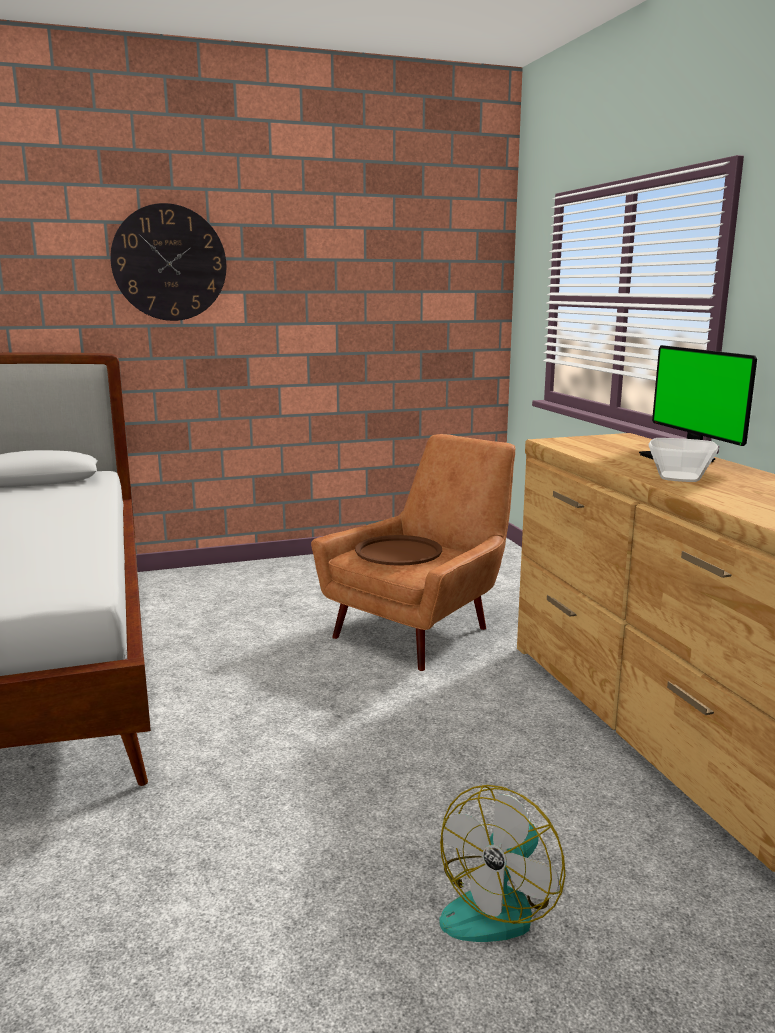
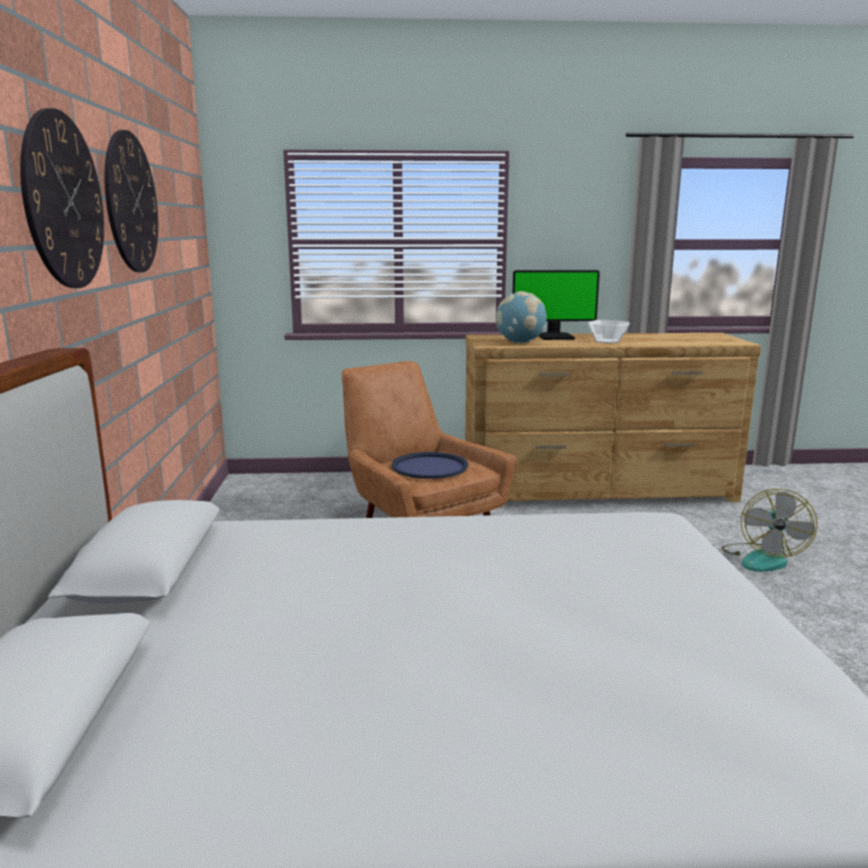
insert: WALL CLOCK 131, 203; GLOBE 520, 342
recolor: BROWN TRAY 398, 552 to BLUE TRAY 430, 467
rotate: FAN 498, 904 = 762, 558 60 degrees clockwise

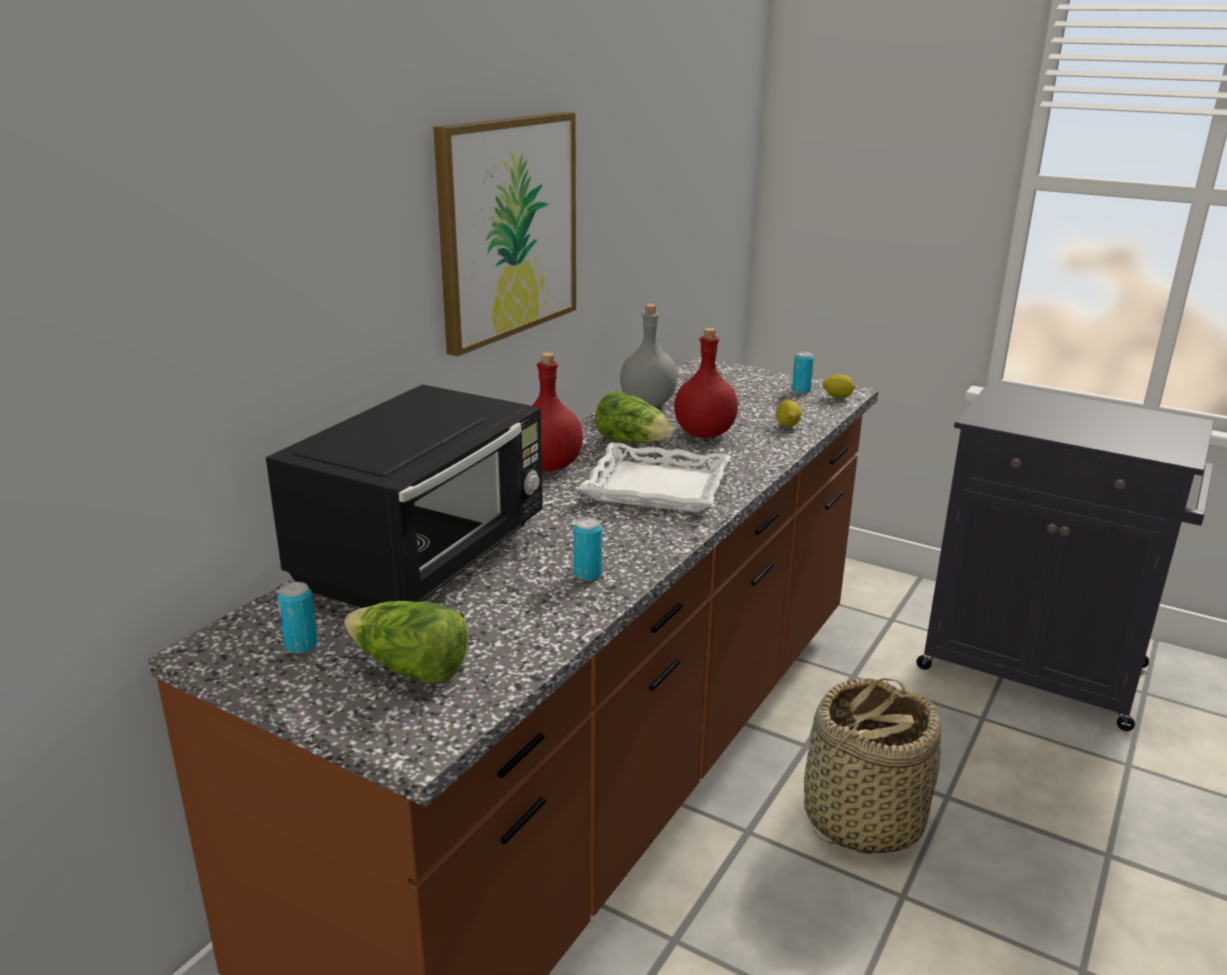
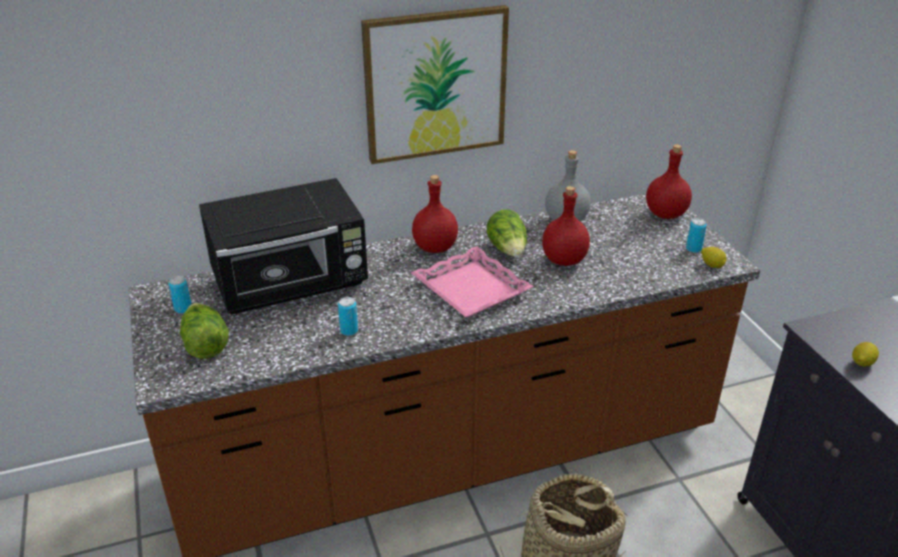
insert: RED BOTTLE 666, 214
move: LEMON 787, 425 to 861, 363
recolor: WHITE TRAY 657, 487 to PINK TRAY 472, 289

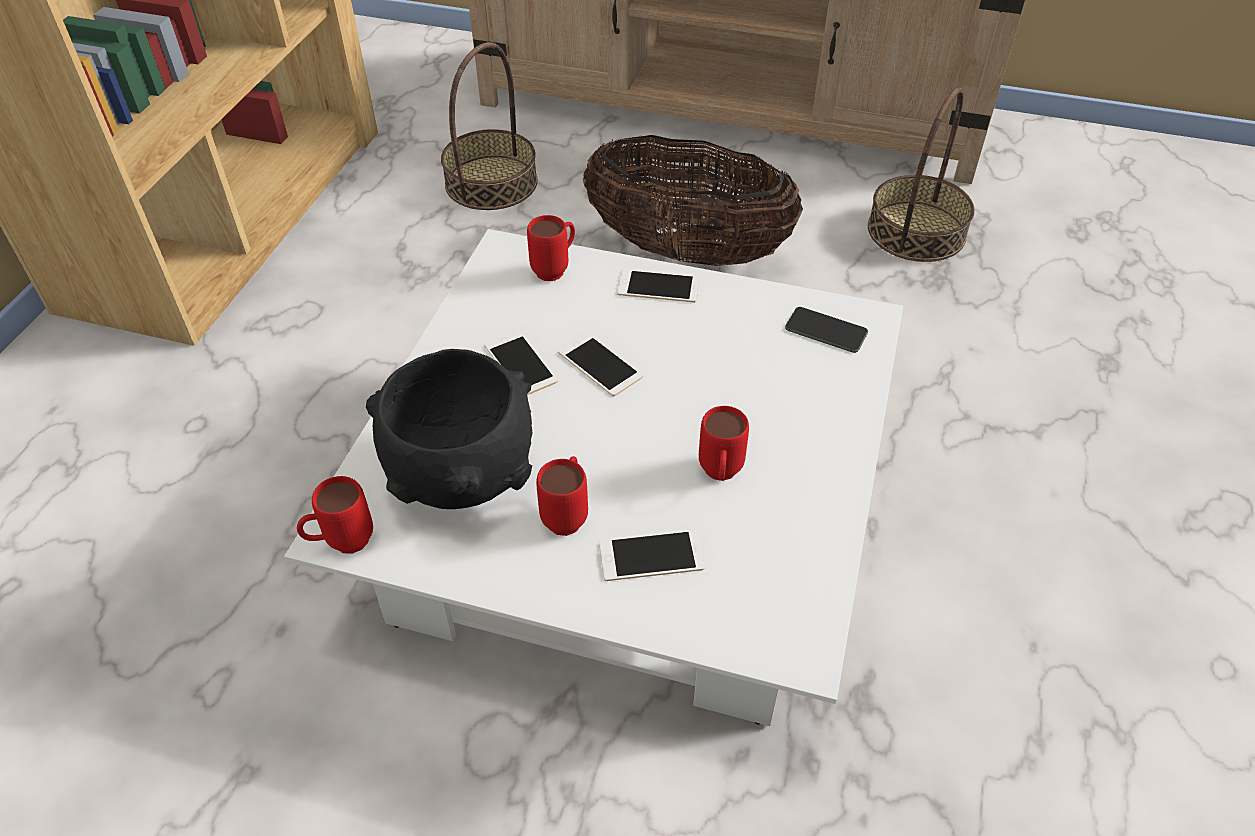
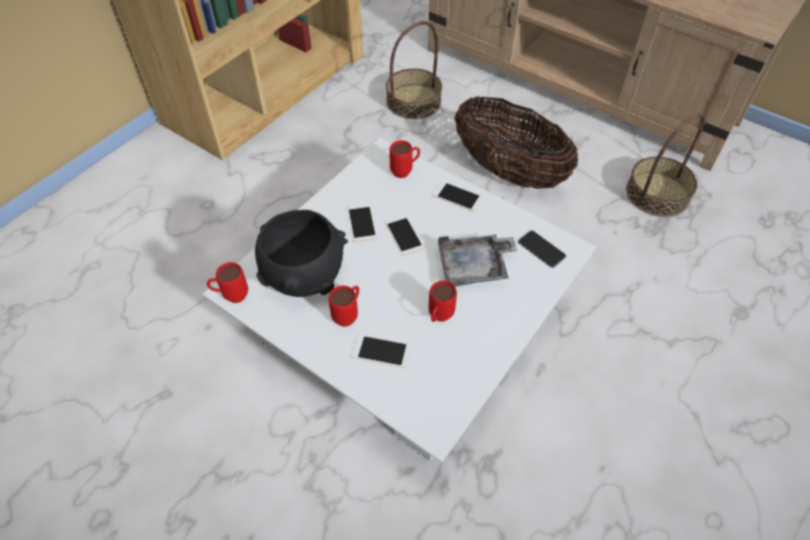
insert: GREY TRAY 474, 267

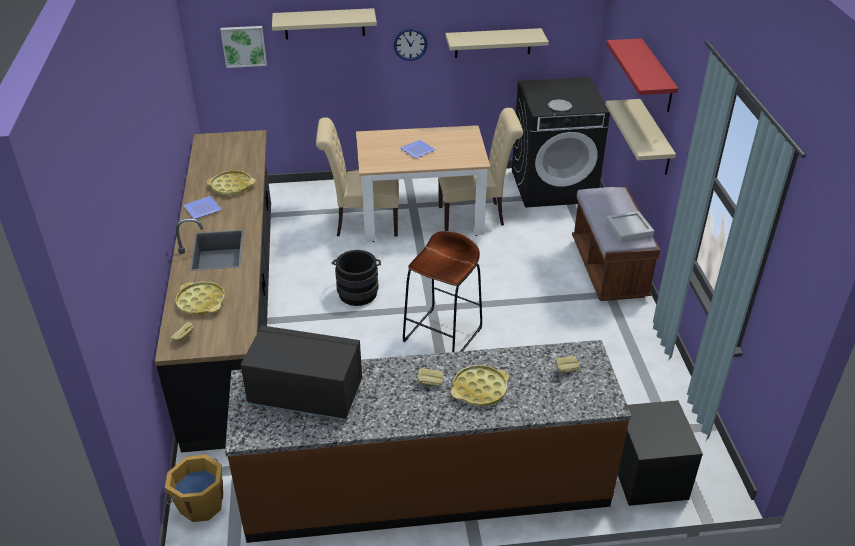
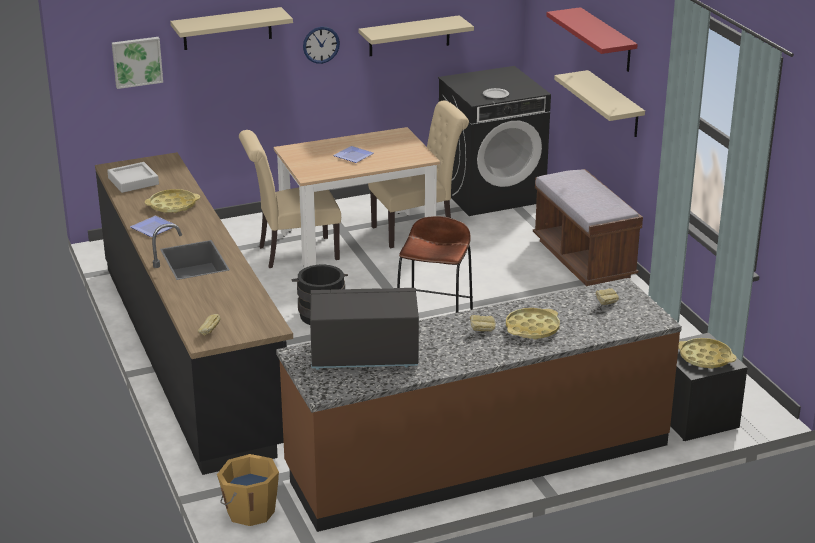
move: YELLOW TRAY 201, 302 to 705, 358; GREY TRAY 629, 230 to 133, 181

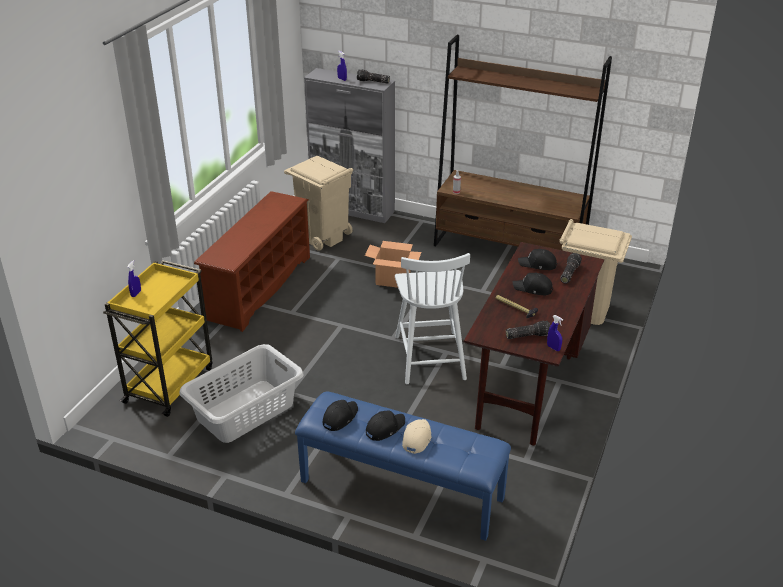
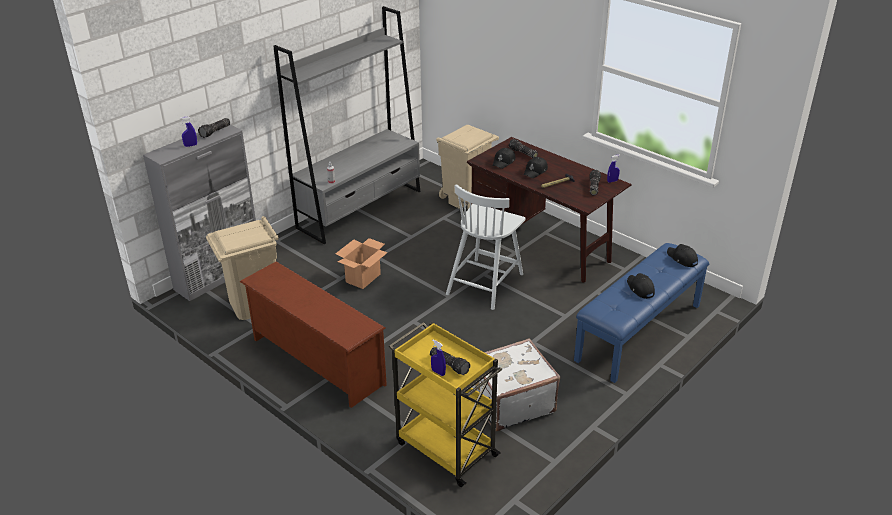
delete: BEIGE CAP 416, 438
insert: FLASHLIGHT 450, 365
move: BLACK CAP 340, 418 to 682, 259
replace: GREY LAUNDRY BASKET 244, 411 to WHITE SUITCASE 510, 402
recolor: BROWN BOOKCASE 509, 249 to GREY BOOKCASE 360, 209
rotate: WHITE CHAIR 430, 356 = 485, 283 105 degrees clockwise

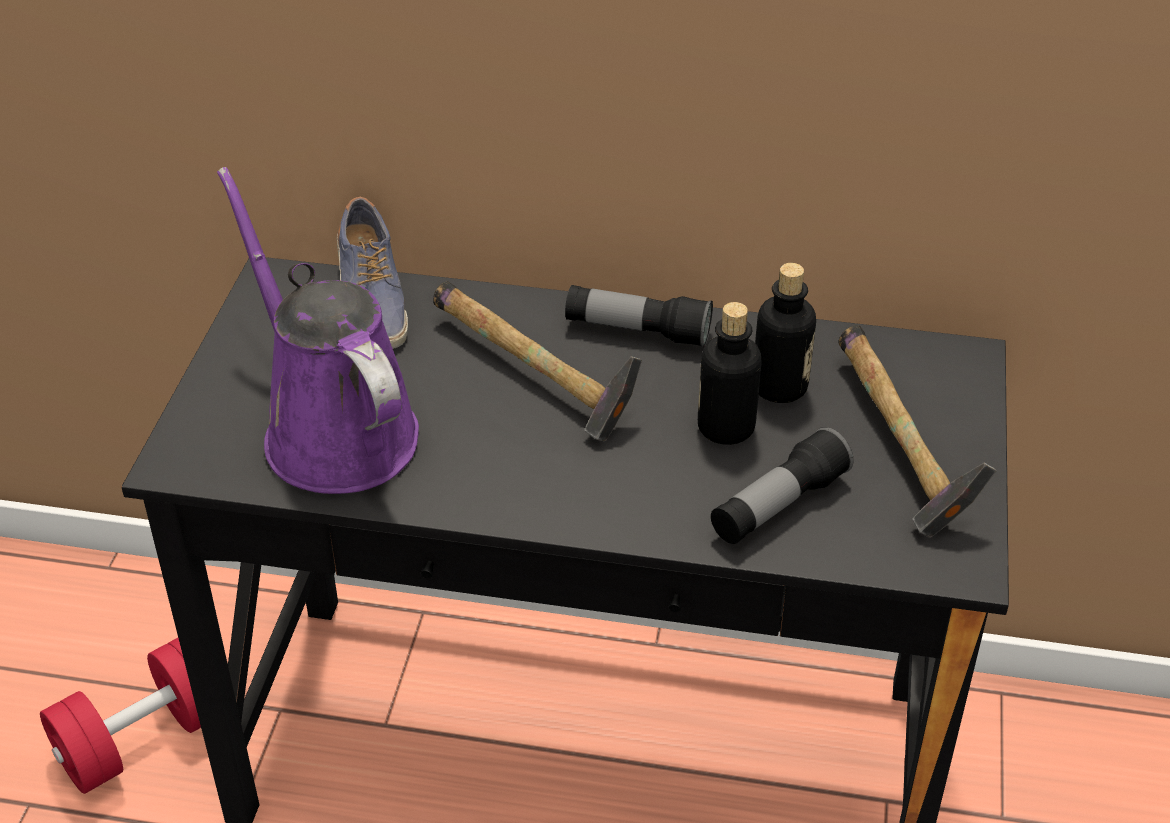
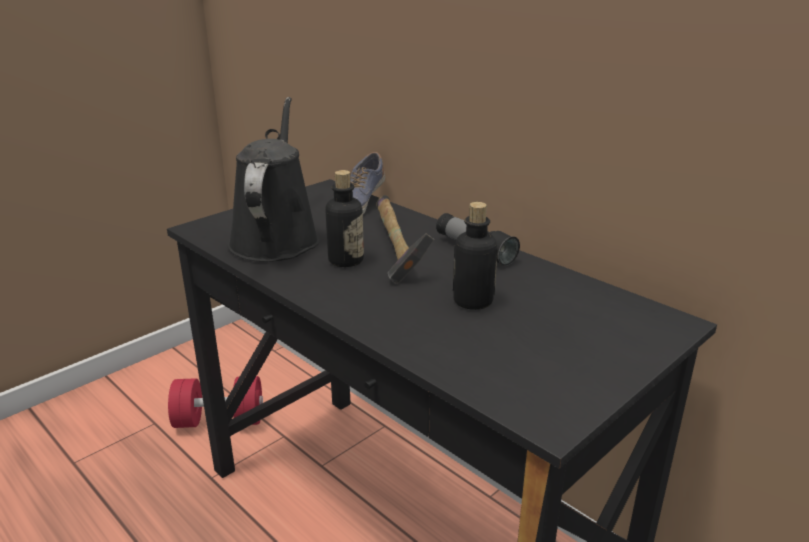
delete: FLASHLIGHT 778, 505; HAMMER 897, 448
move: BOTTLE 779, 386 to 346, 260
recolor: PURPLE WATERING CAN 333, 429 to BLACK WATERING CAN 276, 238

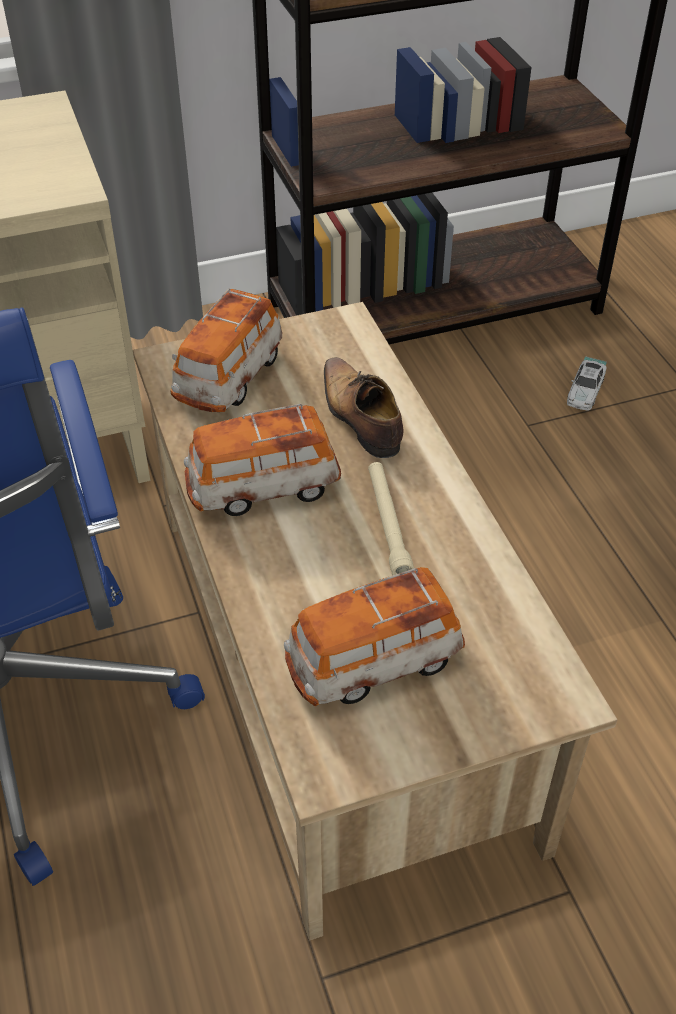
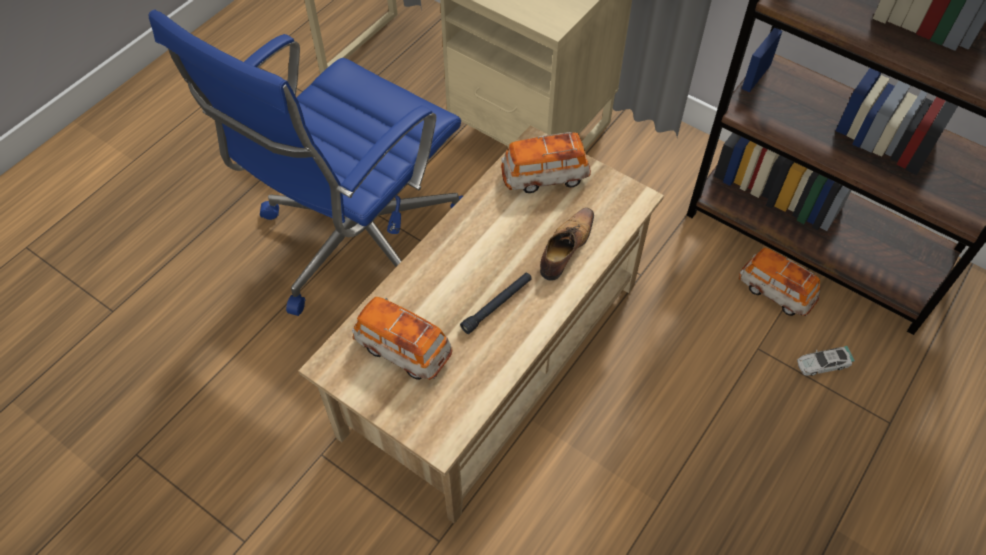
move: TOY CAR 263, 487 to 775, 291
recolor: BEIGE FLASHLIGHT 388, 524 to BLACK FLASHLIGHT 497, 305

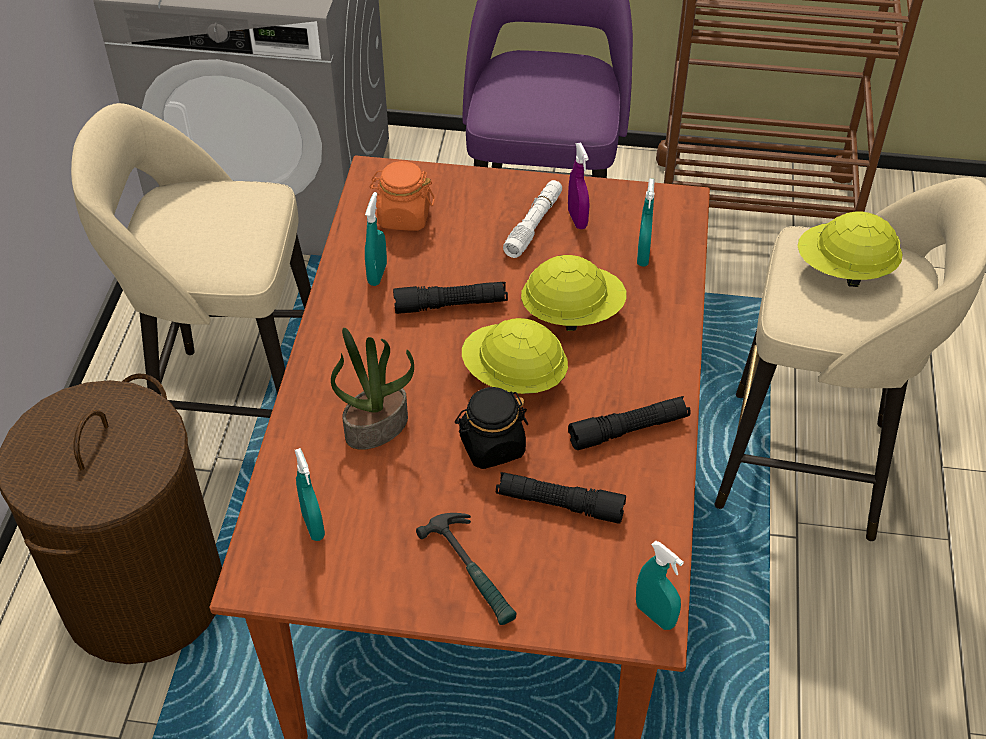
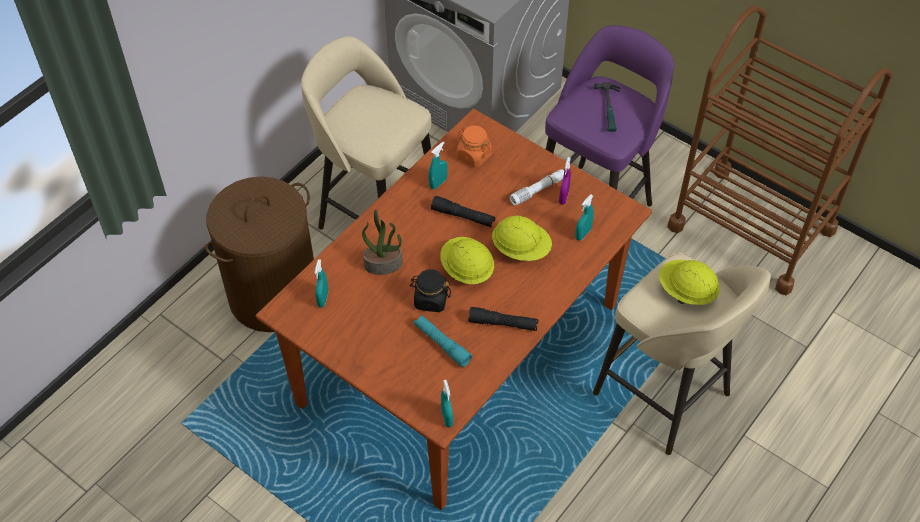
move: HAMMER 474, 571 to 609, 109
recolor: BLACK FLASHLIGHT 559, 504 to TURQUOISE FLASHLIGHT 442, 344

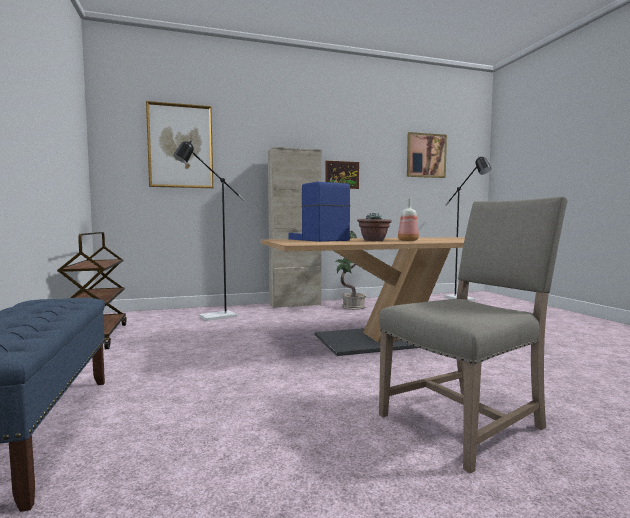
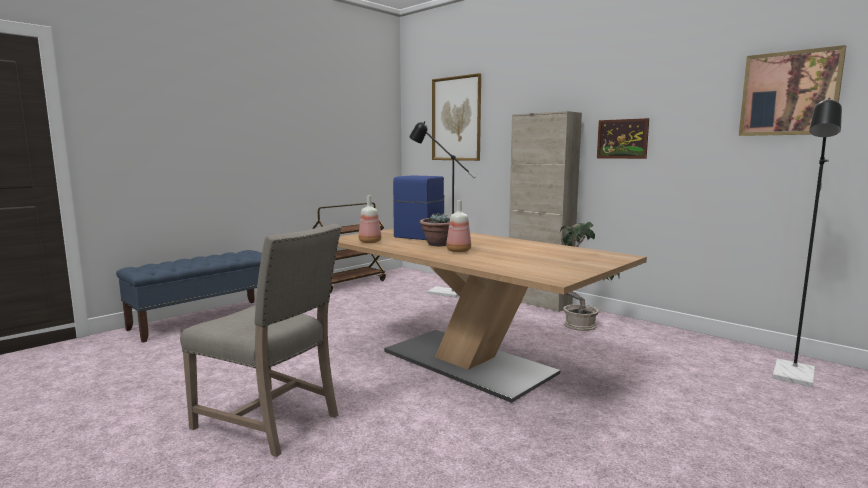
insert: BOTTLE 370, 242

